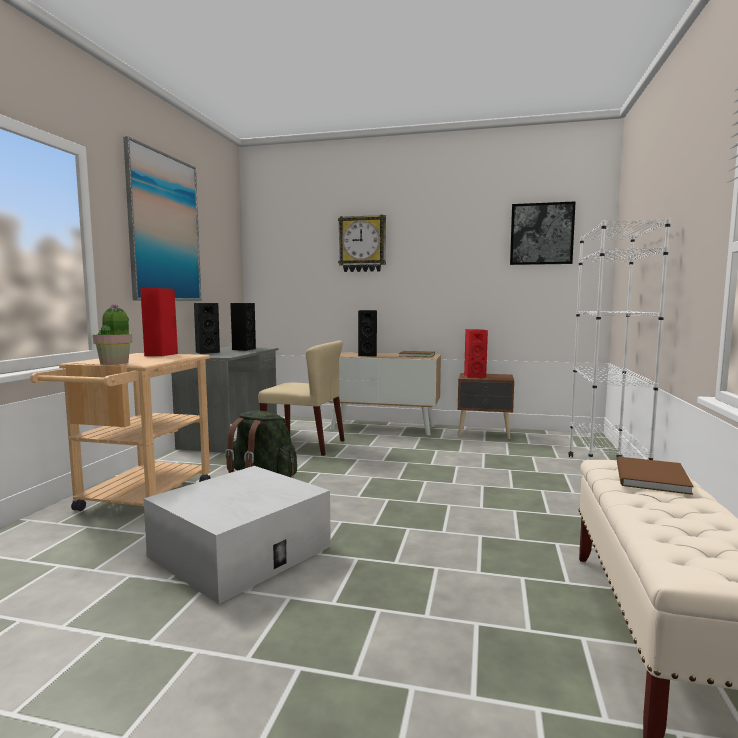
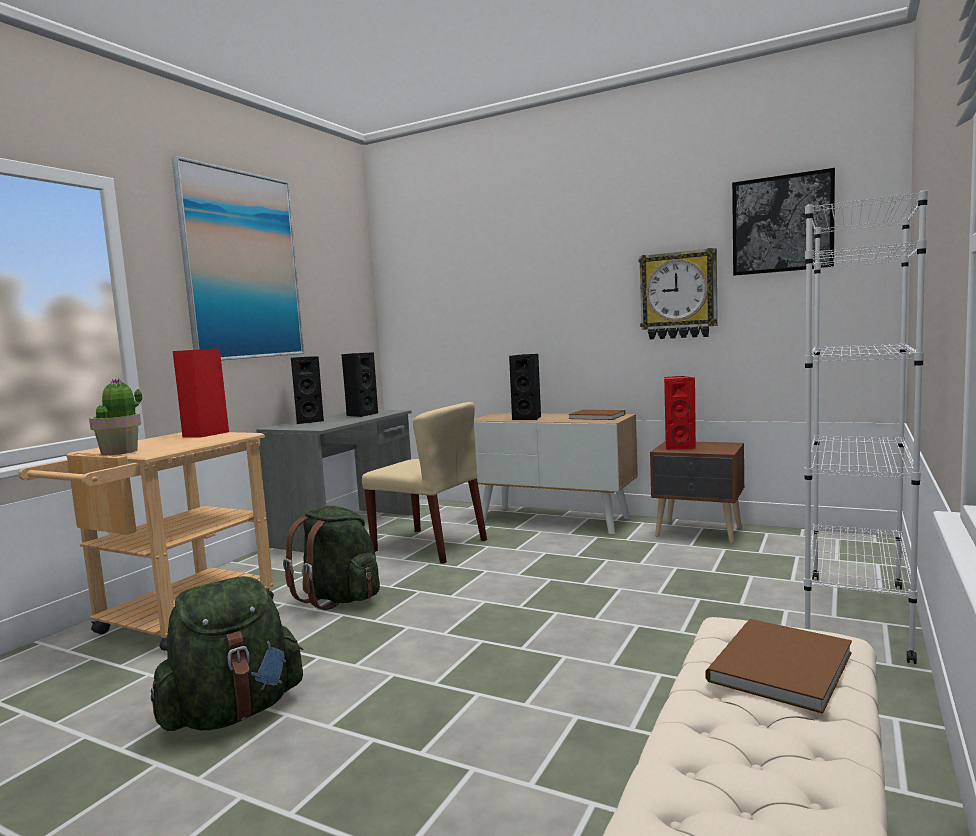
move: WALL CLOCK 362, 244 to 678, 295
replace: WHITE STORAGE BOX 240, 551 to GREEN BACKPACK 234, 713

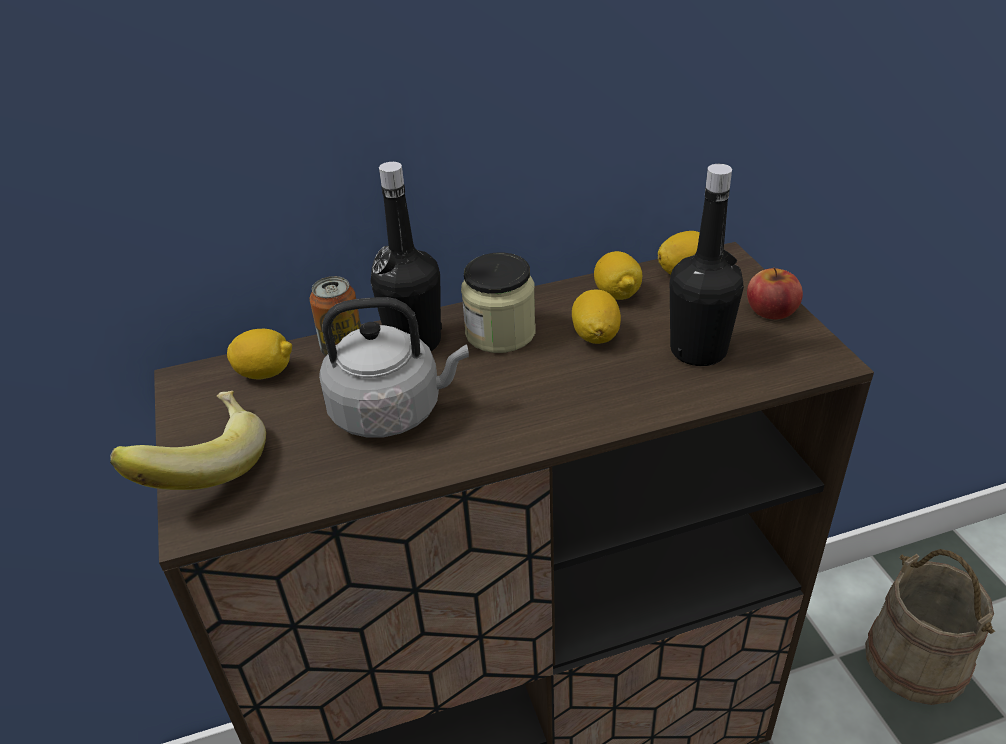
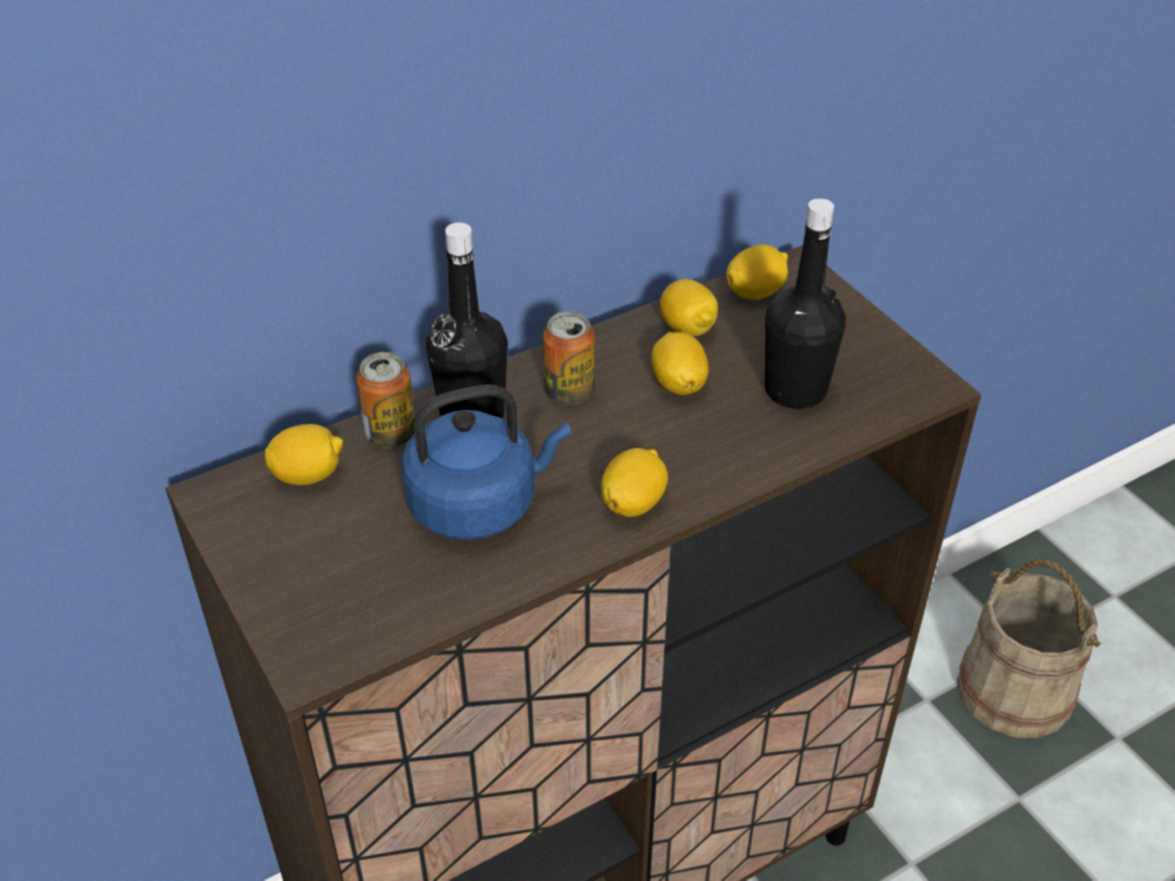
delete: BANANA 203, 466; APPLE 771, 309
insert: LEMON 633, 502
replace: JAR 500, 333 to CAN 569, 392
recolor: GREY KETTLE 392, 411 to BLUE KETTLE 479, 504

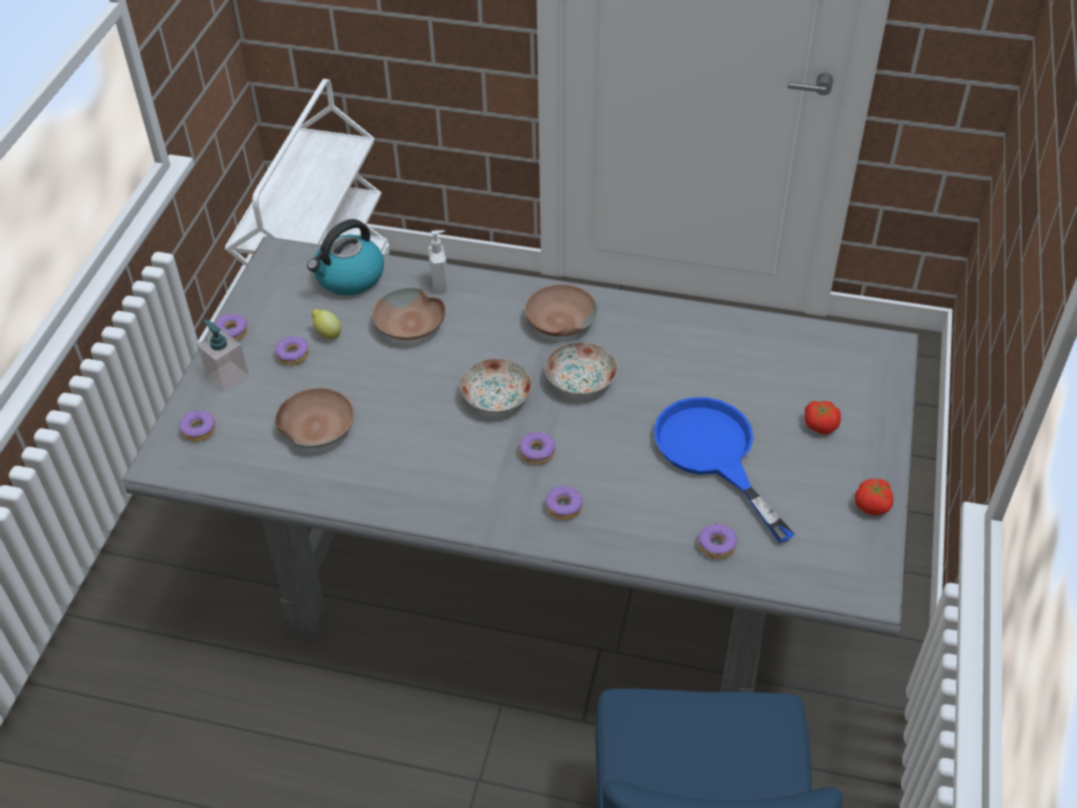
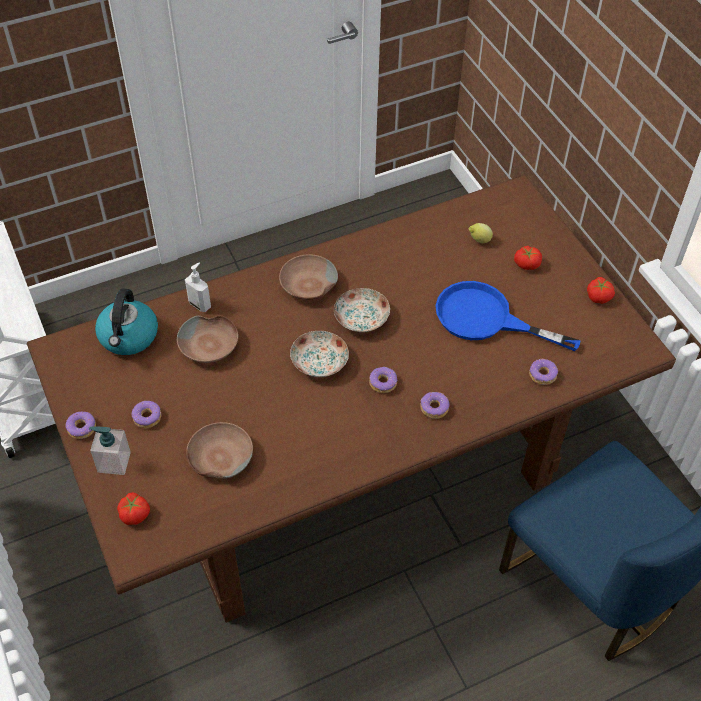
move: LEMON 327, 334 to 479, 240
replace: DONUT 198, 430 to TOMATO 135, 514
recolor: GREY DINING TABLE 545, 565 to BROWN DINING TABLE 349, 464

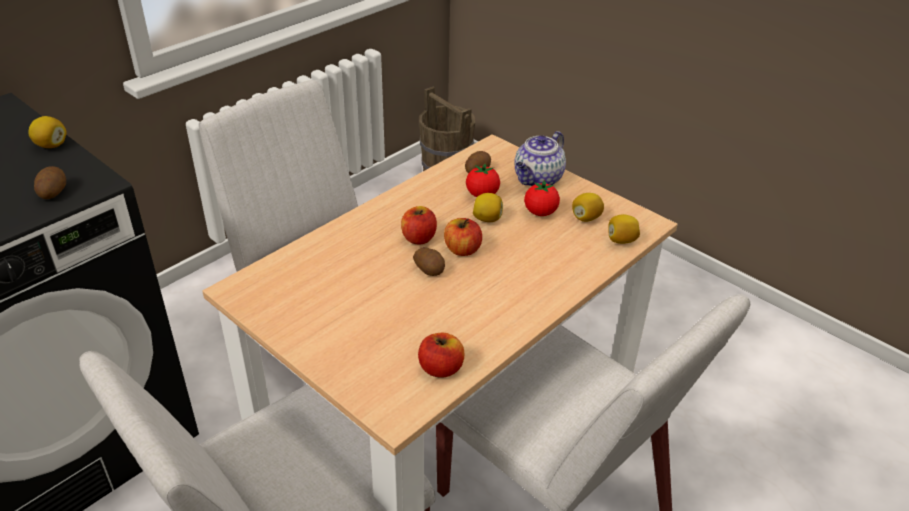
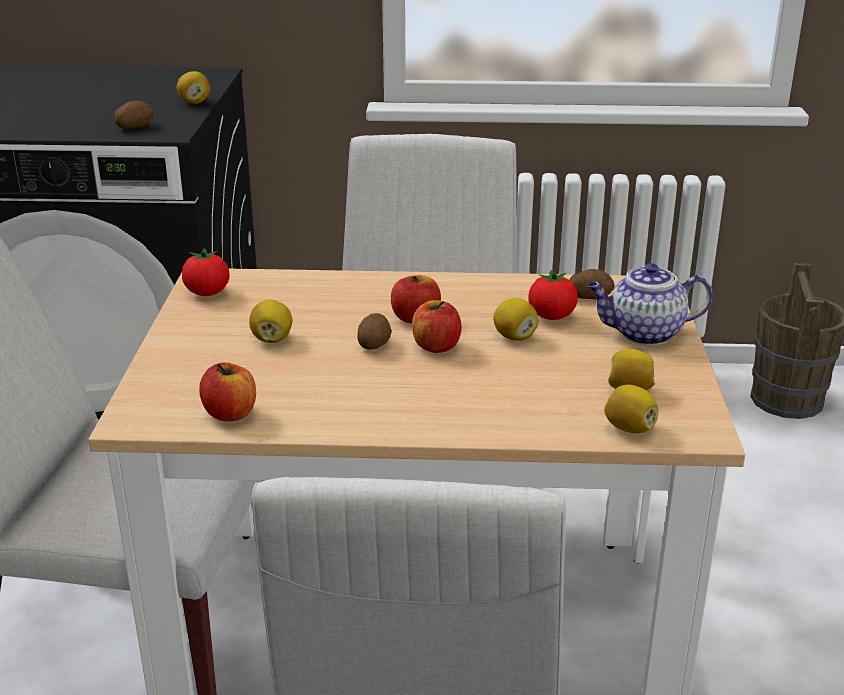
insert: LEMON 272, 339
move: TOMATO 540, 212 to 207, 293

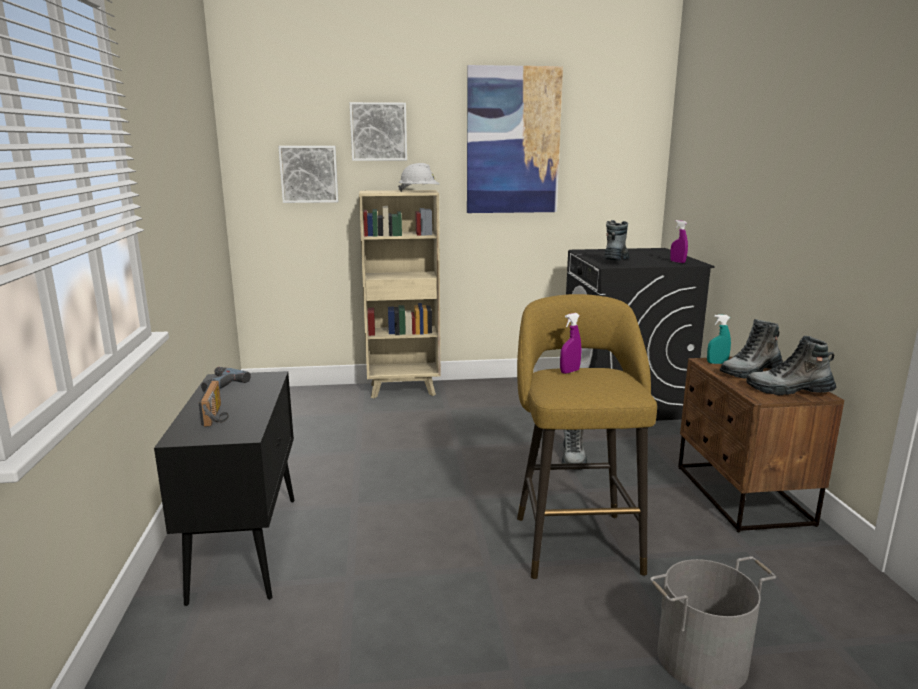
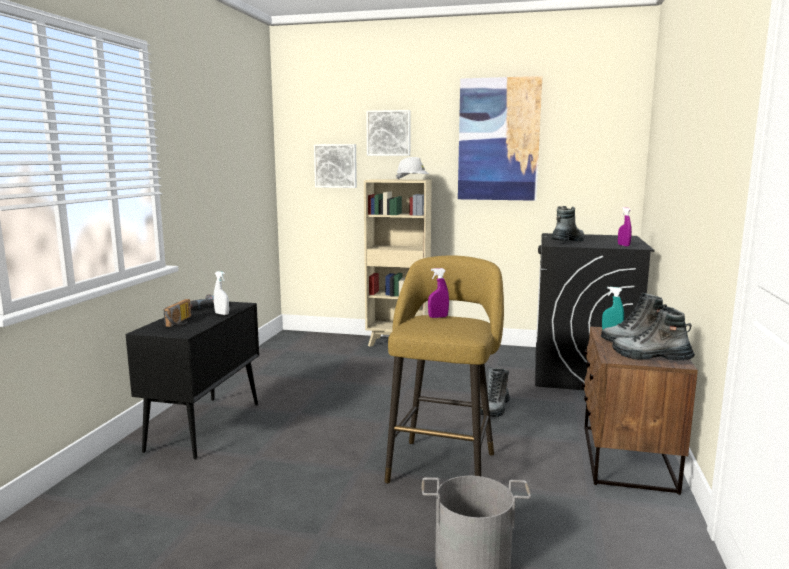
insert: WHITE SPRAY BOTTLE 222, 314

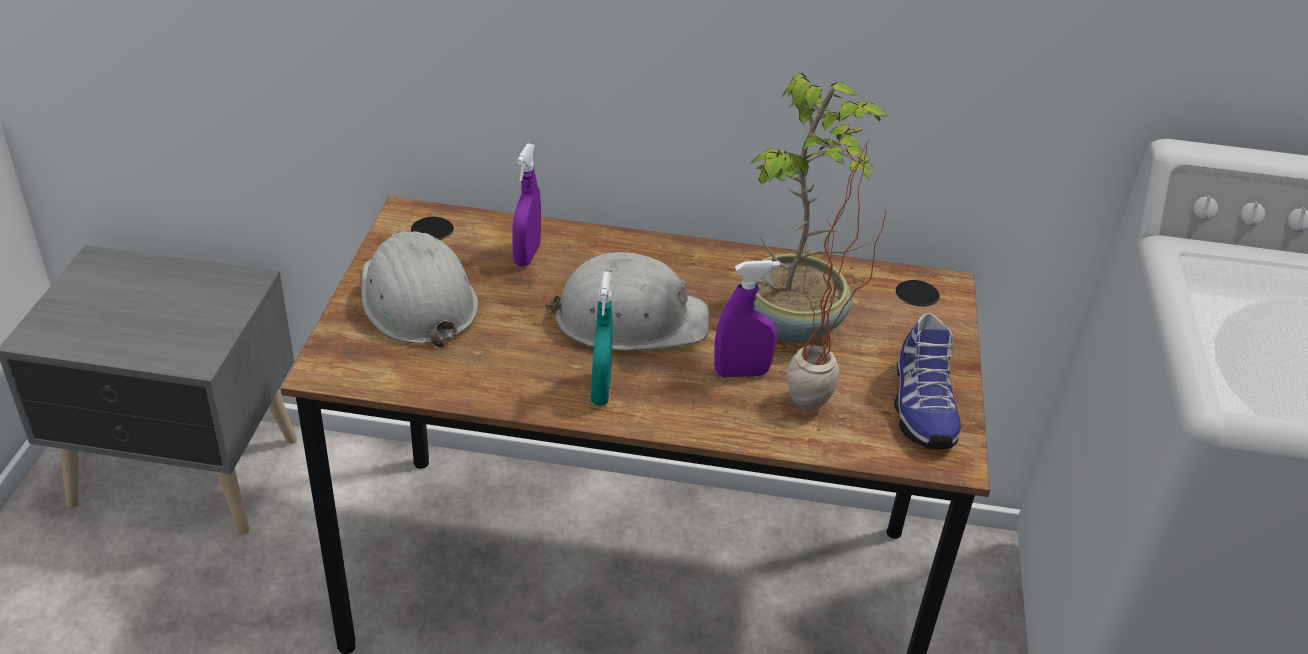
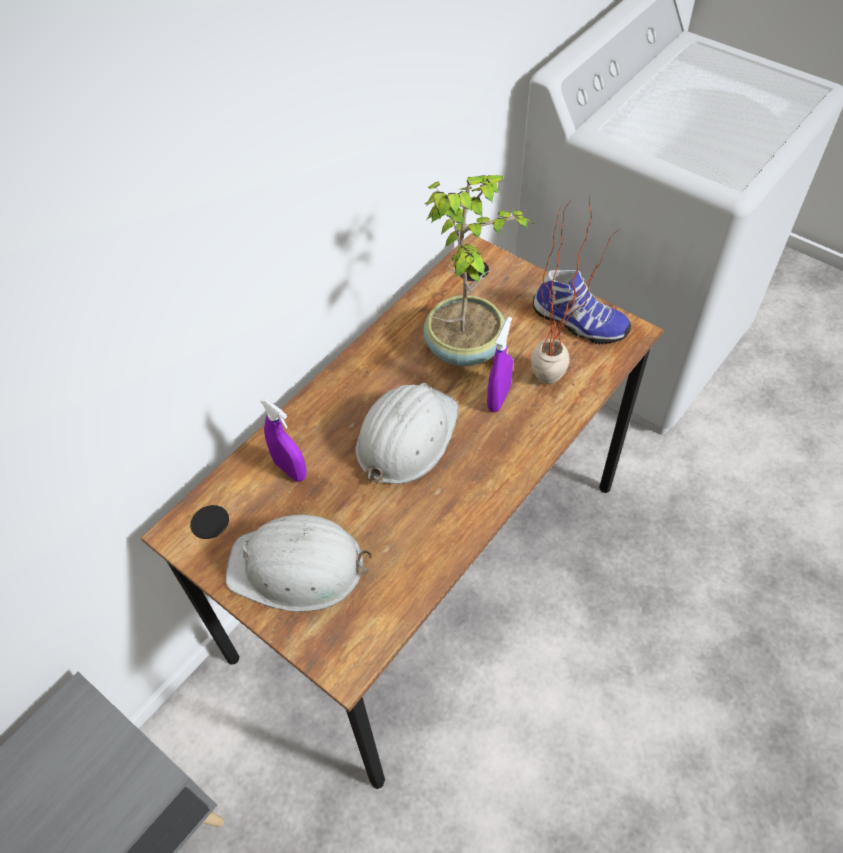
delete: TURQUOISE SPRAY BOTTLE 601, 390

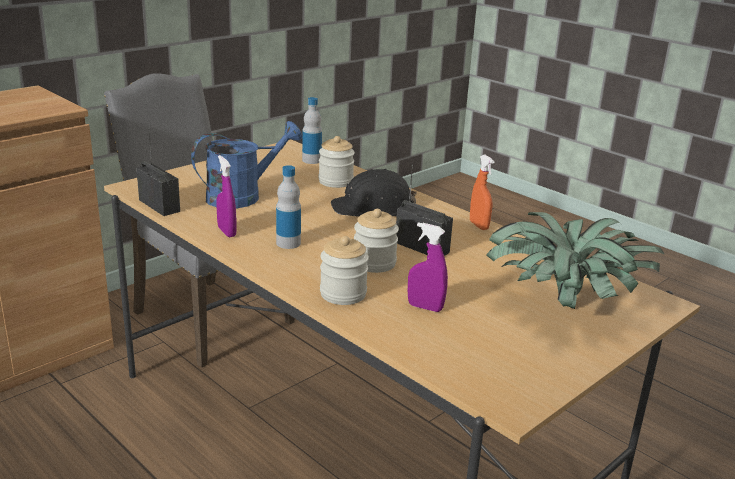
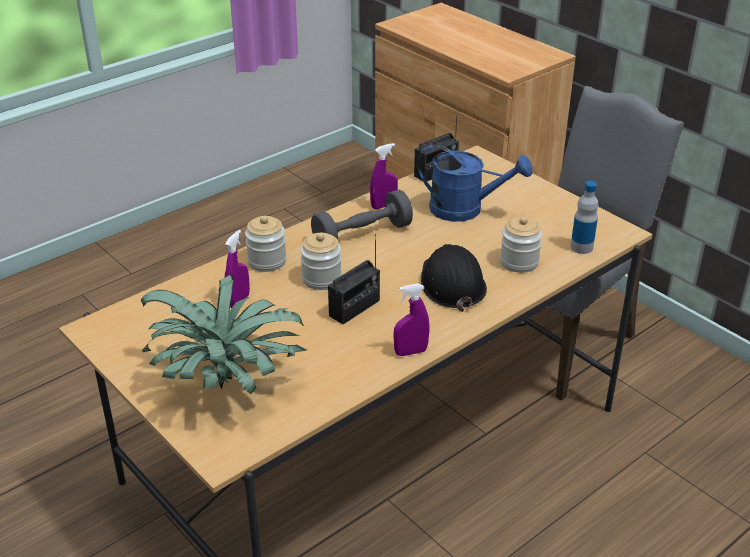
replace: BOTTLE 288, 243 to GREY DUMBBELL 362, 235
recolor: ORANGE SPRAY BOTTLE 479, 225 to PURPLE SPRAY BOTTLE 410, 352
rotate: BLUE WATERING CAN 243, 196 = 465, 210 45 degrees counterclockwise

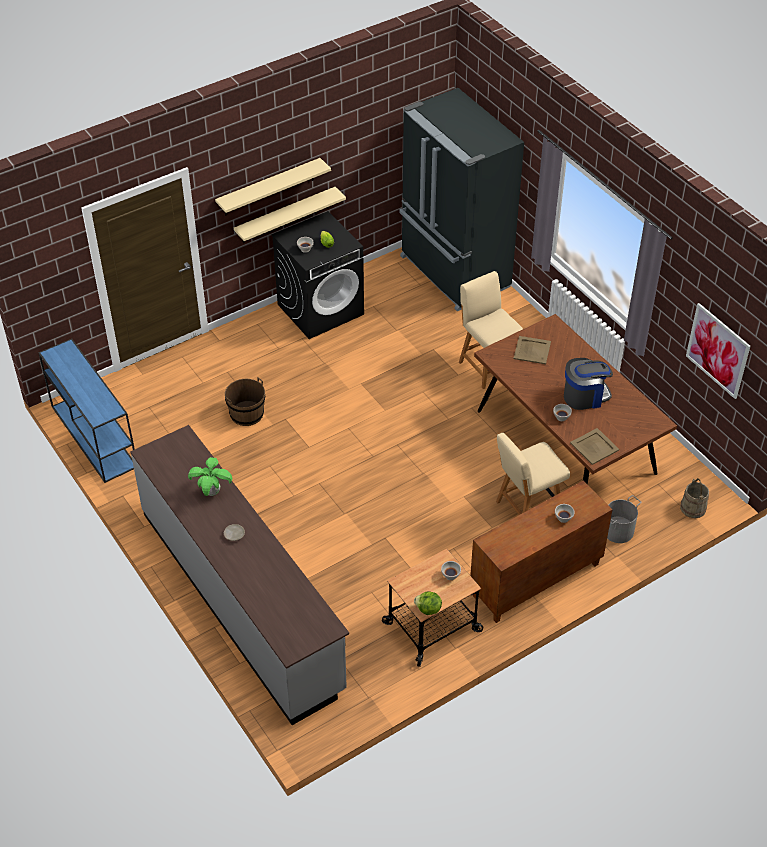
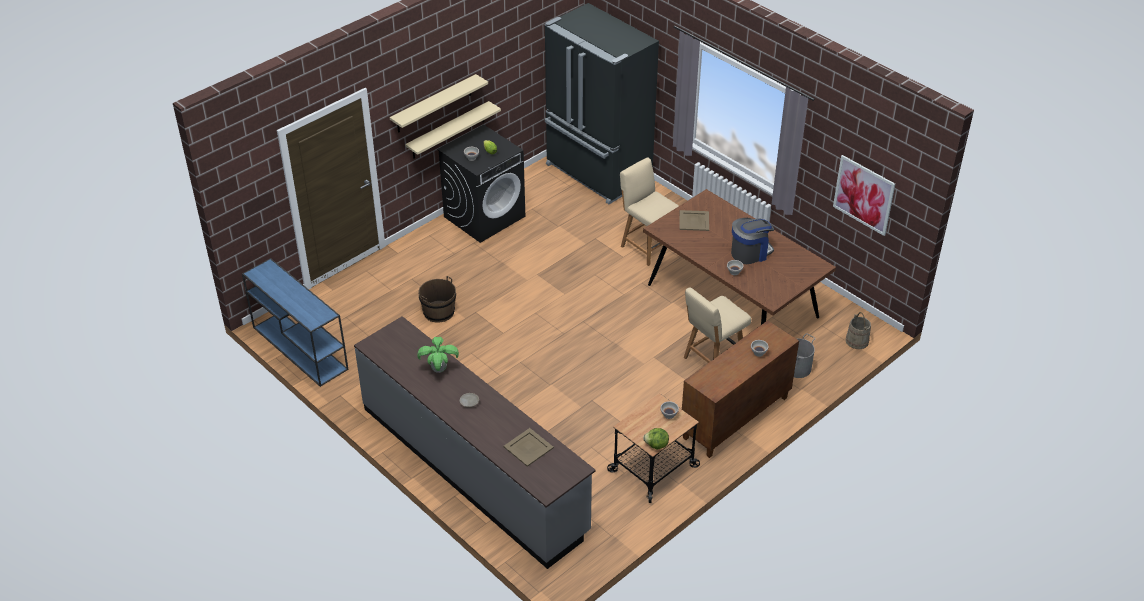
move: BEIGE TRAY 595, 446 to 529, 447

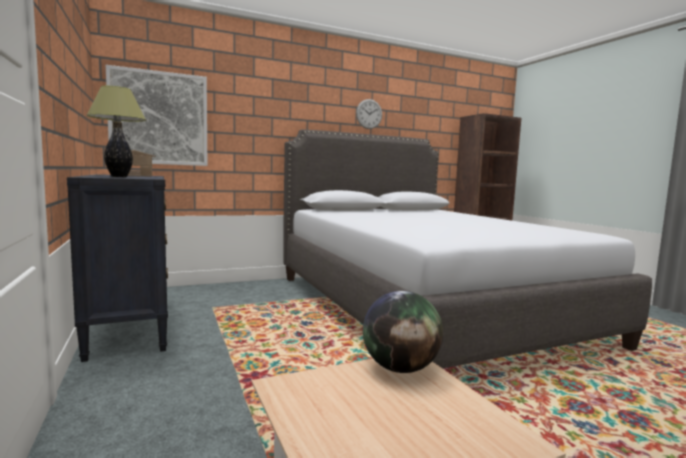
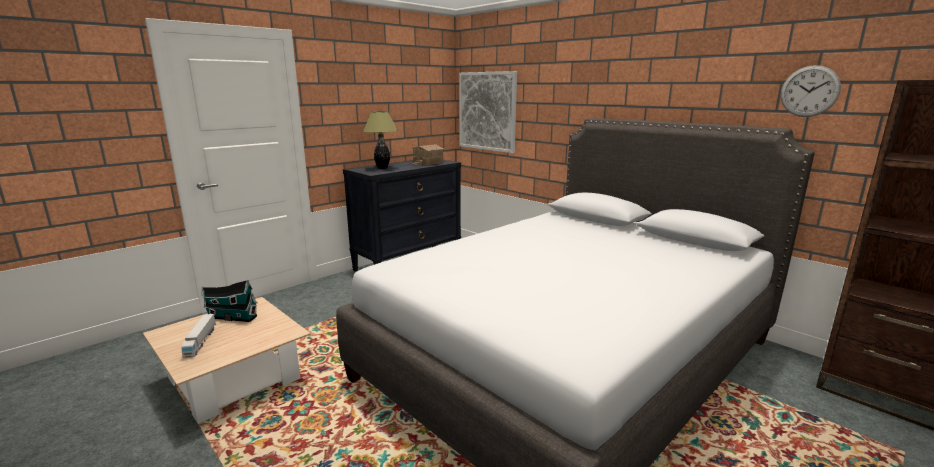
delete: GLOBE 400, 368
insert: TOY TRUCK 200, 342; TOY HOUSE 231, 317
move: WALL CLOCK 369, 114 to 809, 91

